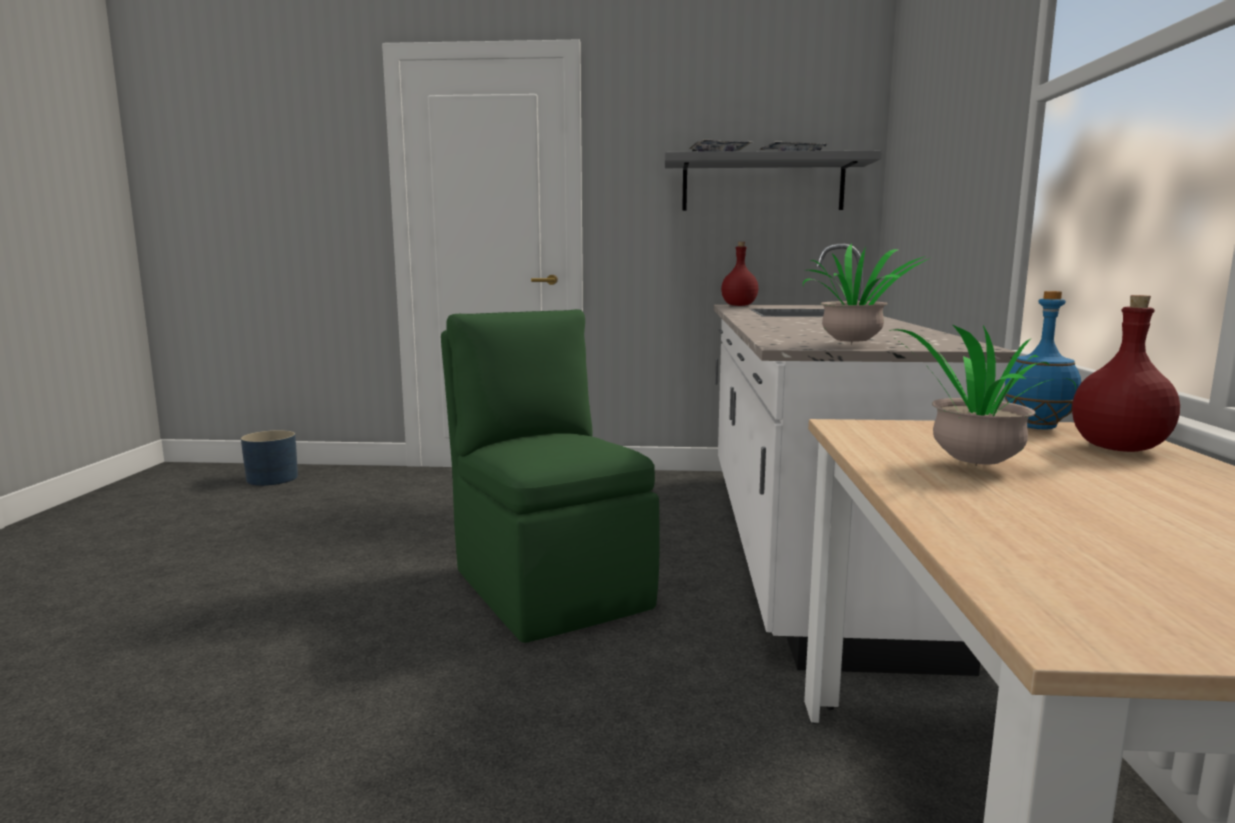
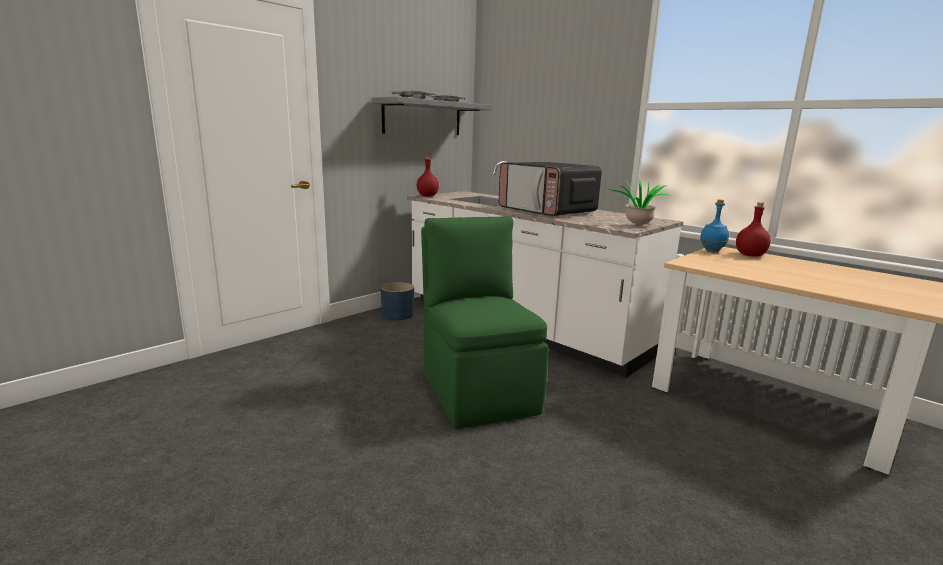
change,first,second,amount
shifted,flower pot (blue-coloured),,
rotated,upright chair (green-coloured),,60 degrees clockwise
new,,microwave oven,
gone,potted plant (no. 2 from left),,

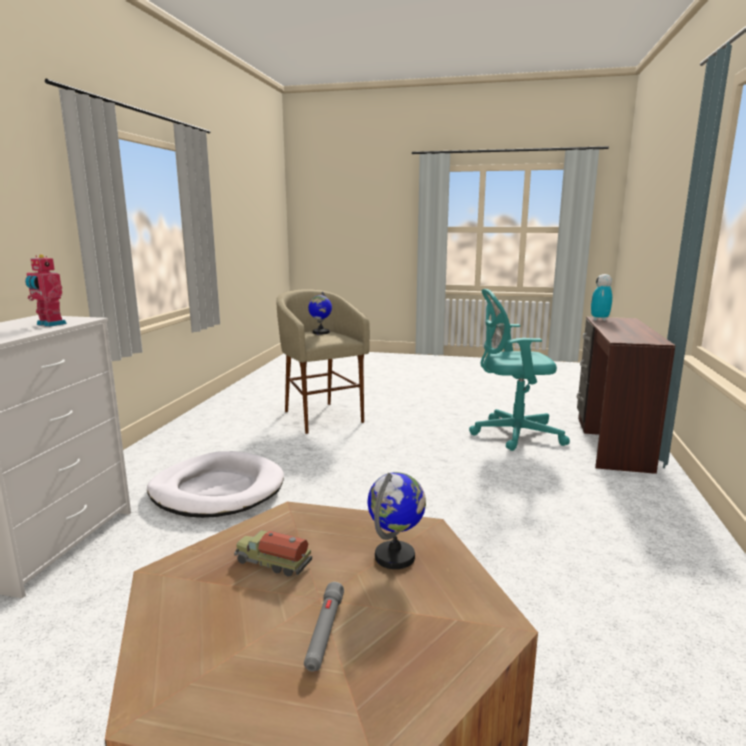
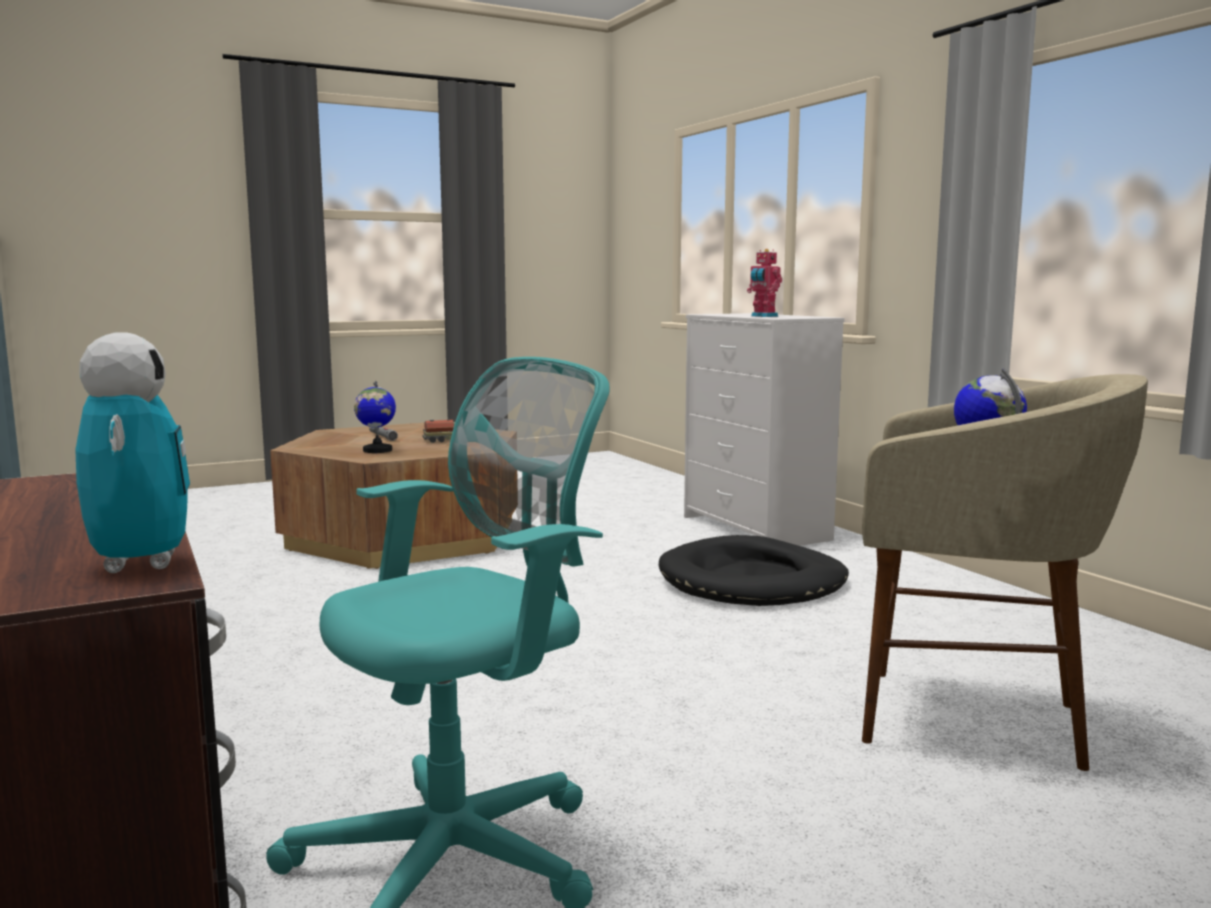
change,first,second,amount
repainted,dog cushion (white),dog cushion (blackish),
rotated,toy robot (no. 1 from left in the first image),toy robot (no. 2 from left),120 degrees counterclockwise

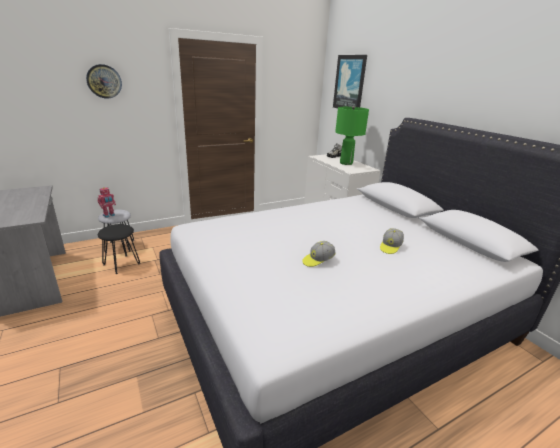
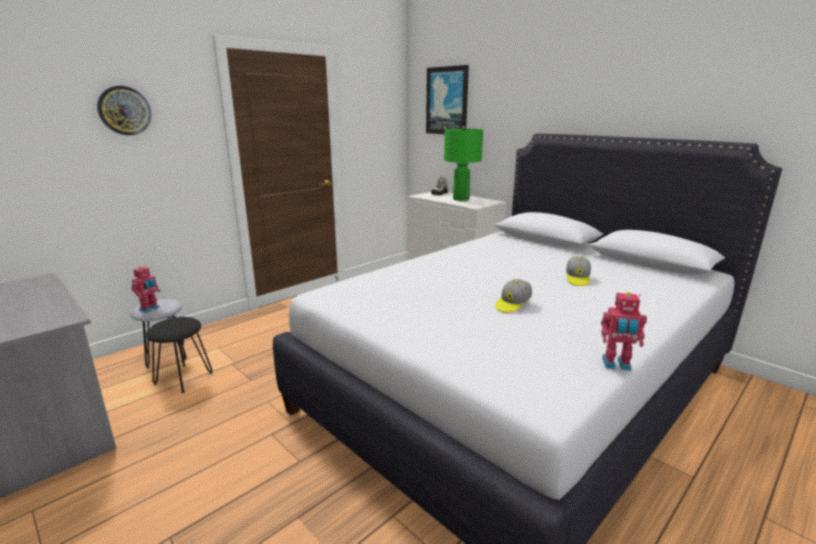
change,first,second,amount
new,,toy robot (no. 2 from left),

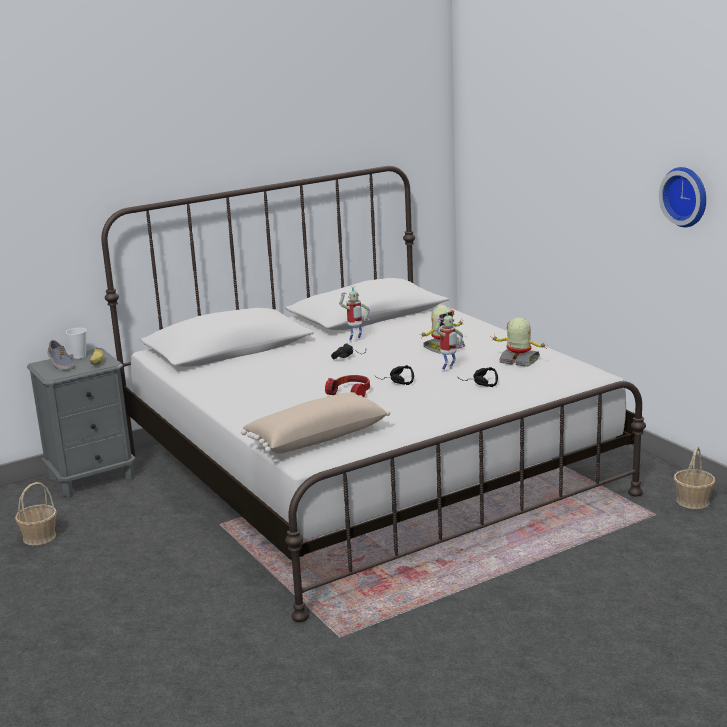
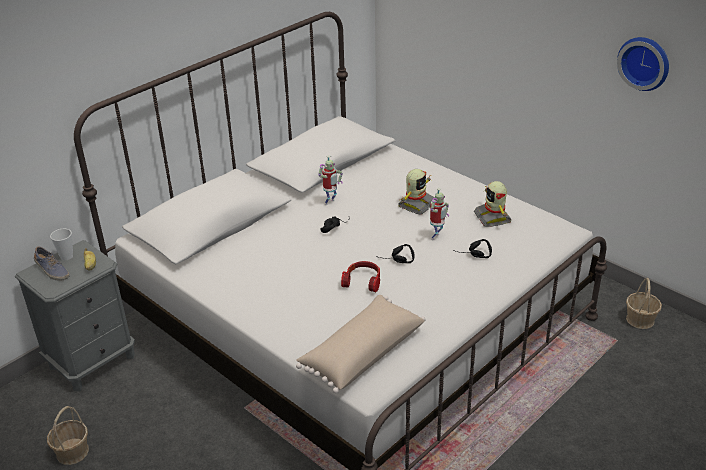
change,first,second,amount
rotated,toy robot (no. 4 from left),,120 degrees counterclockwise

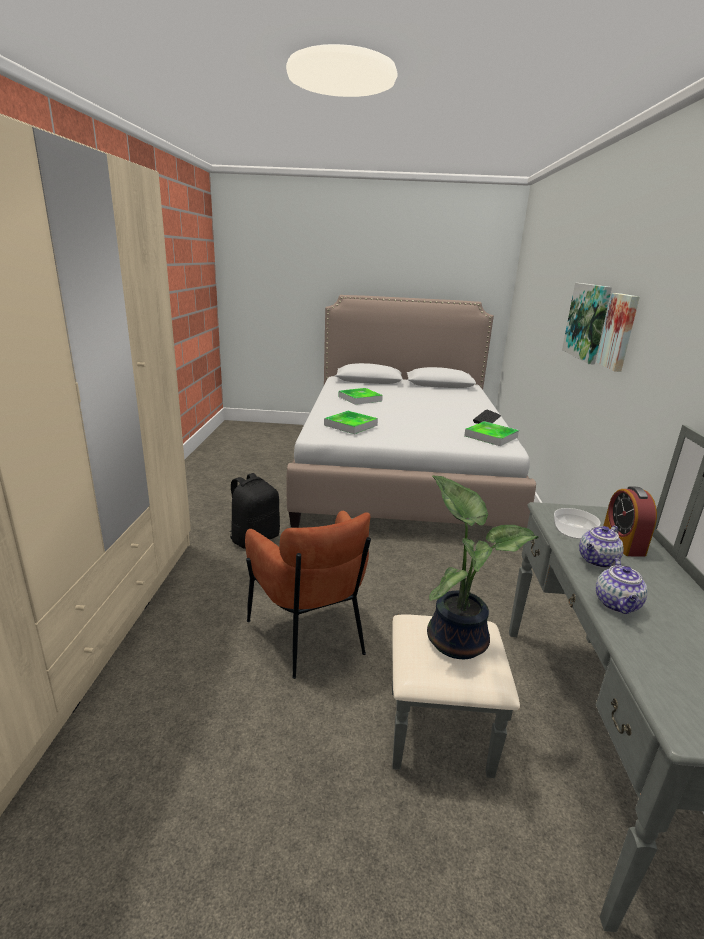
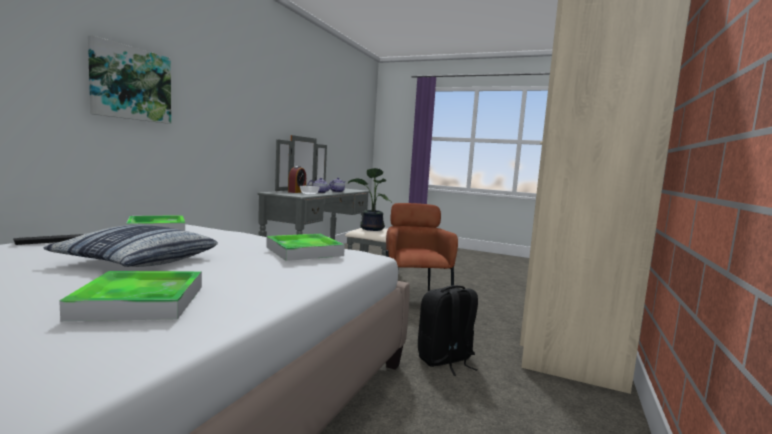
change,first,second,amount
new,,throw pillow,
gone,picture (no. 2 from left),,

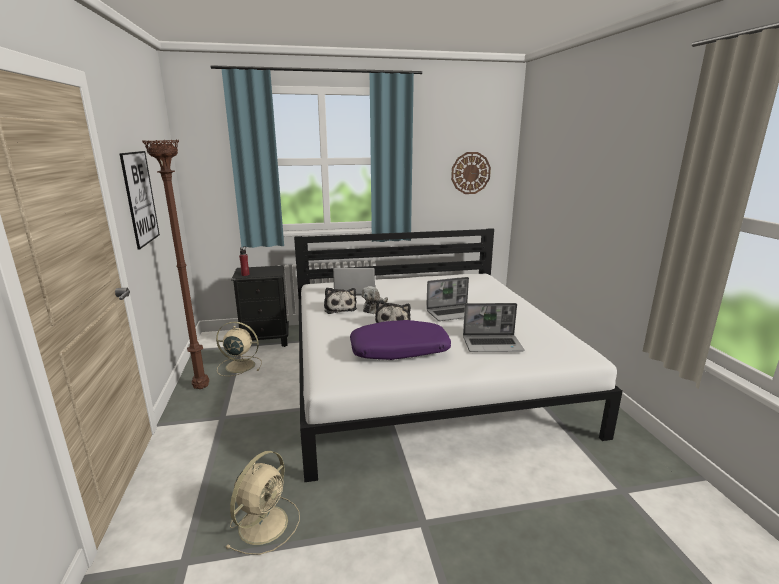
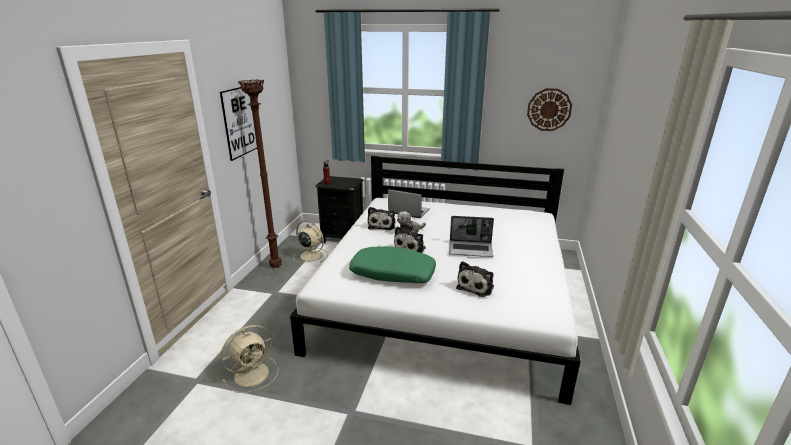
change,first,second,amount
repainted,throw pillow (purplish),throw pillow (green-coloured),
swapped,notebook computer (no. 3 from left),soft toy (no. 4 from left),

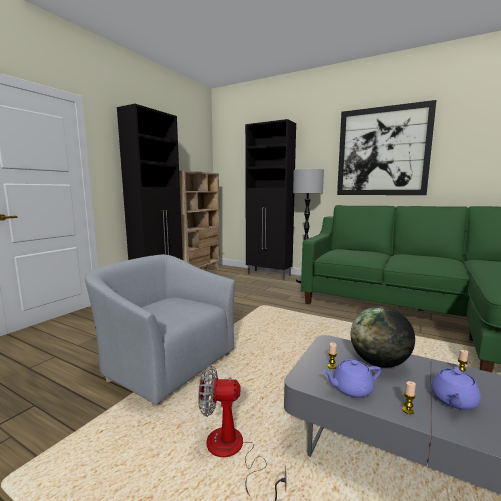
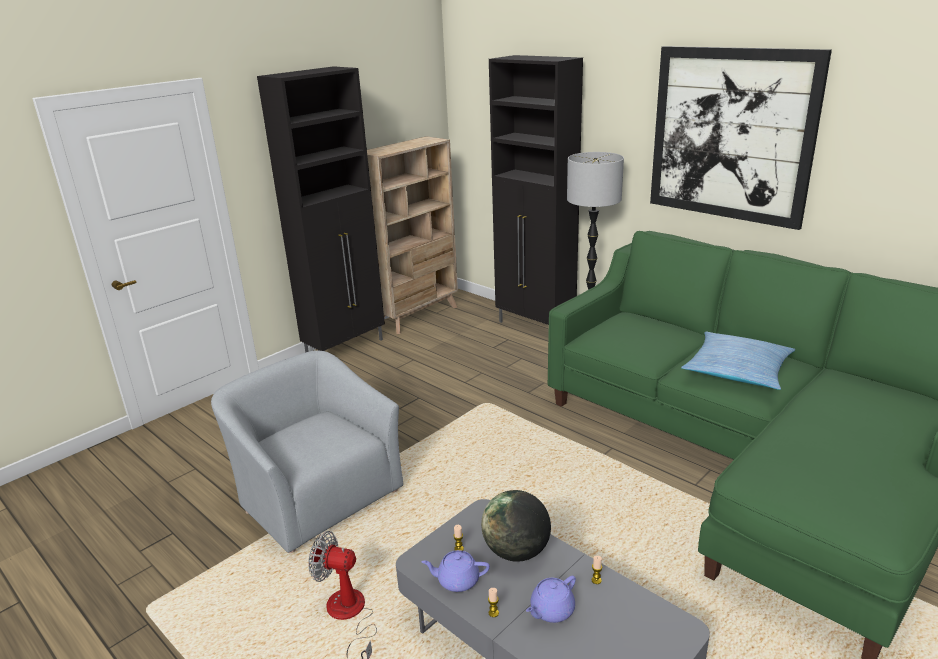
change,first,second,amount
new,,throw pillow,

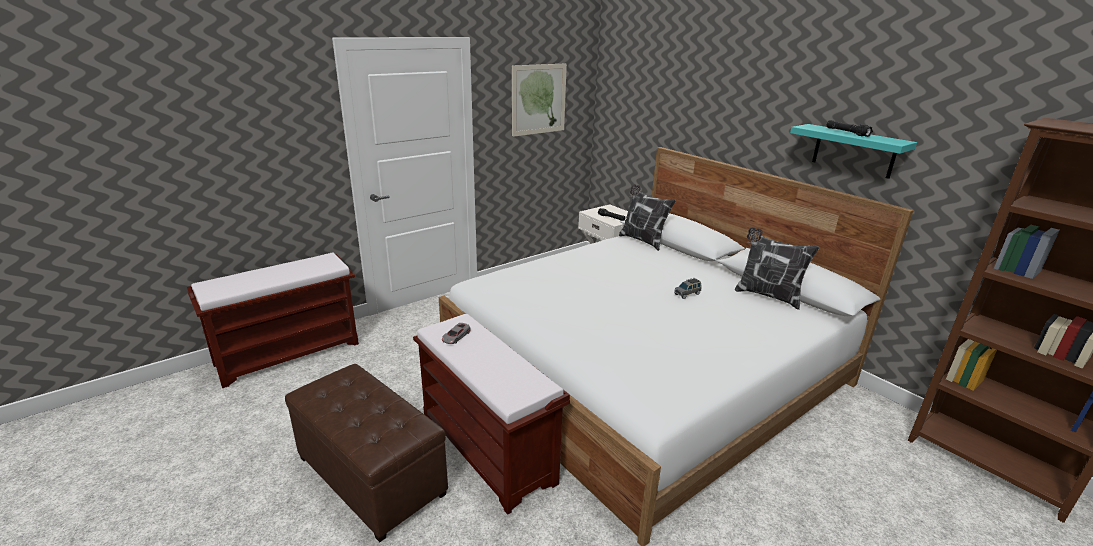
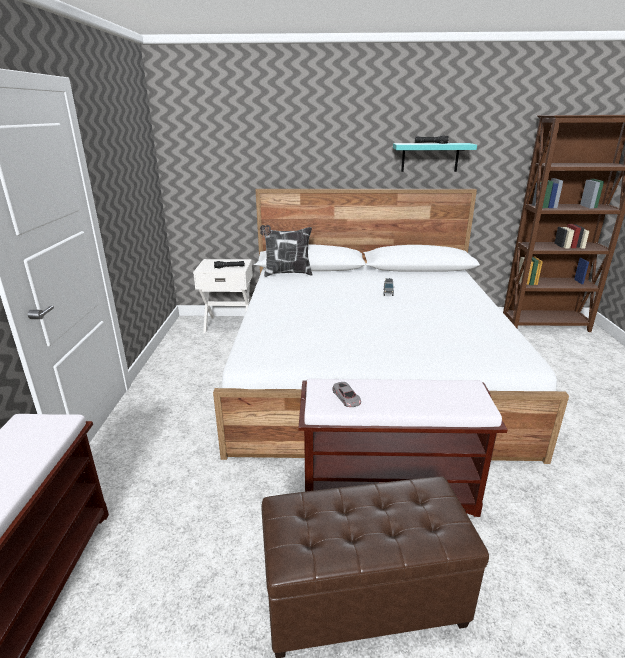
change,first,second,amount
gone,picture,,
gone,throw pillow (no. 2 from left),,

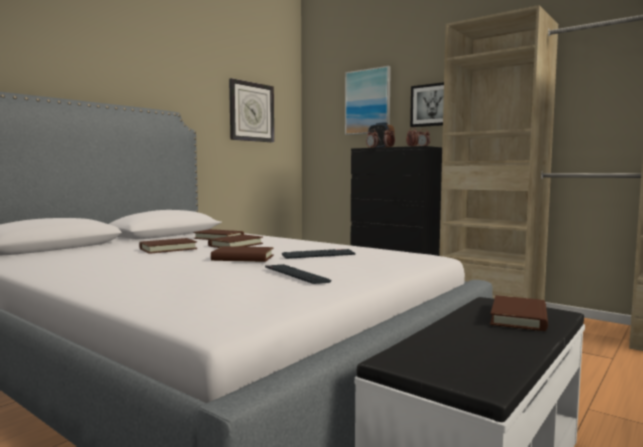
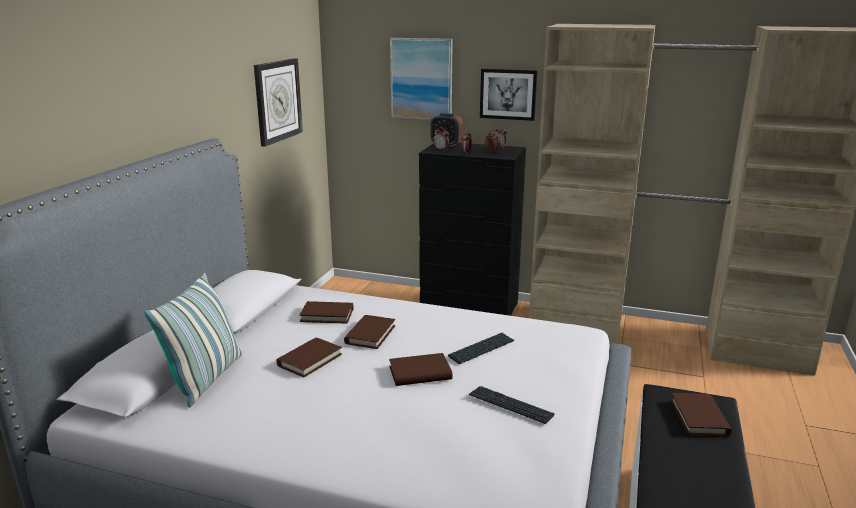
change,first,second,amount
new,,throw pillow,

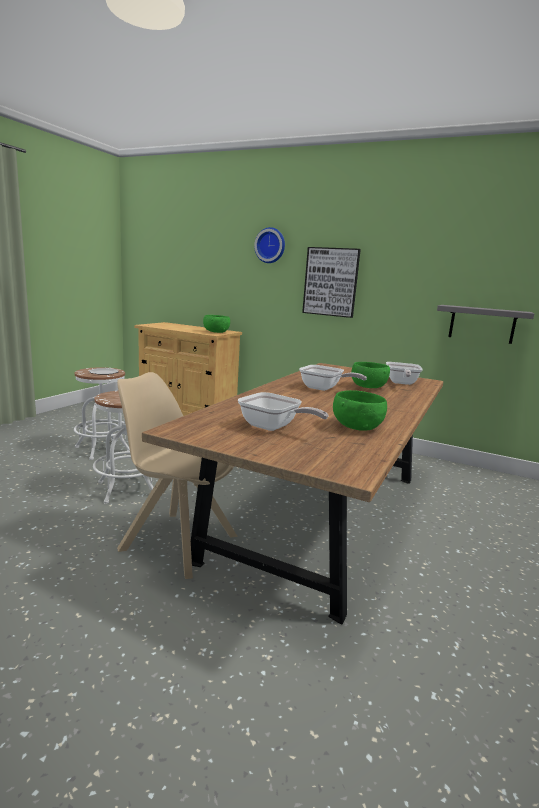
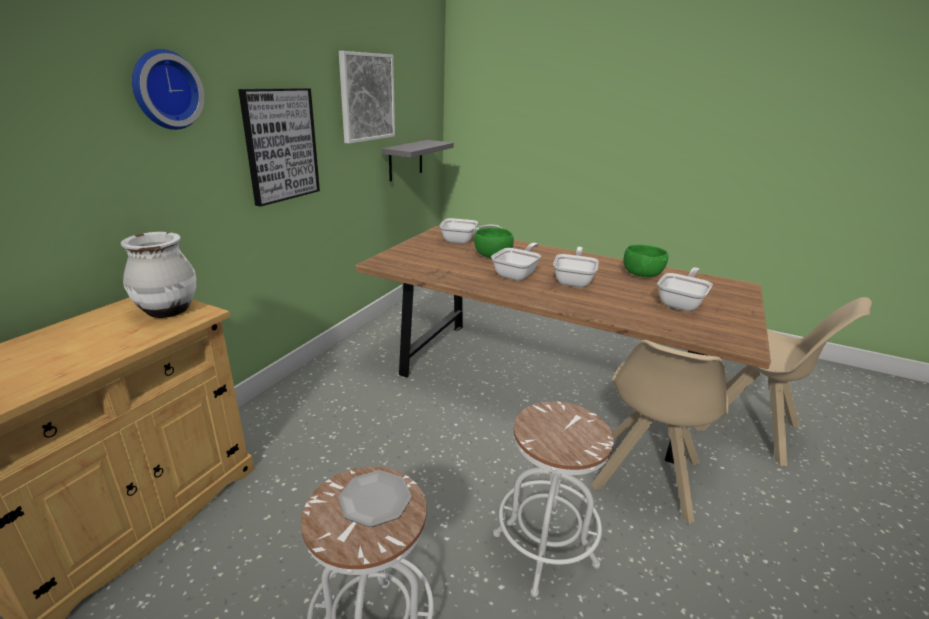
change,first,second,amount
swapped,bowl (green-coloured) (no. 1 from left),decorative vase (white),
new,,picture (no. 2 from left),
new,,pan (no. 3 from left),
new,,upright chair (sand-coloured) (no. 2 from left),

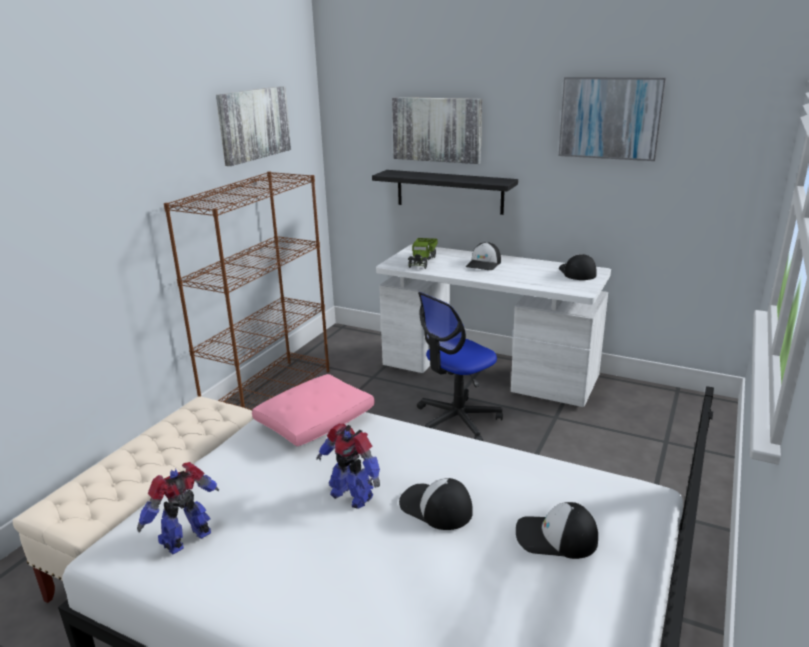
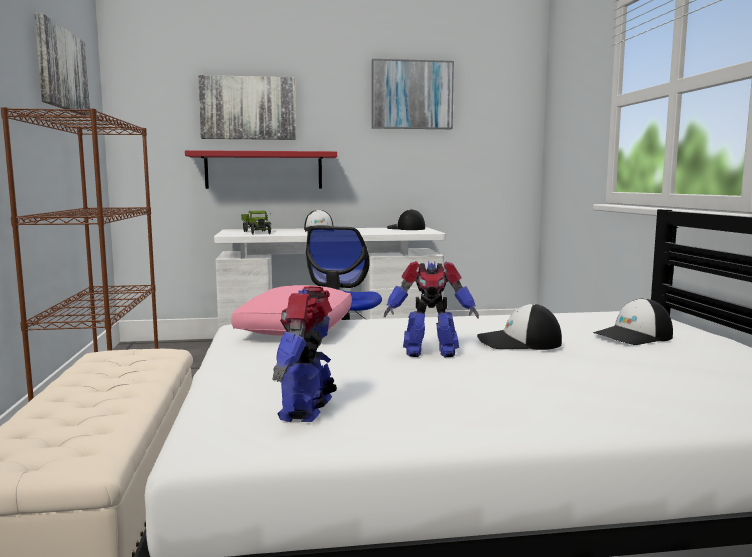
change,first,second,amount
repainted,shelf (blackish),shelf (red),

